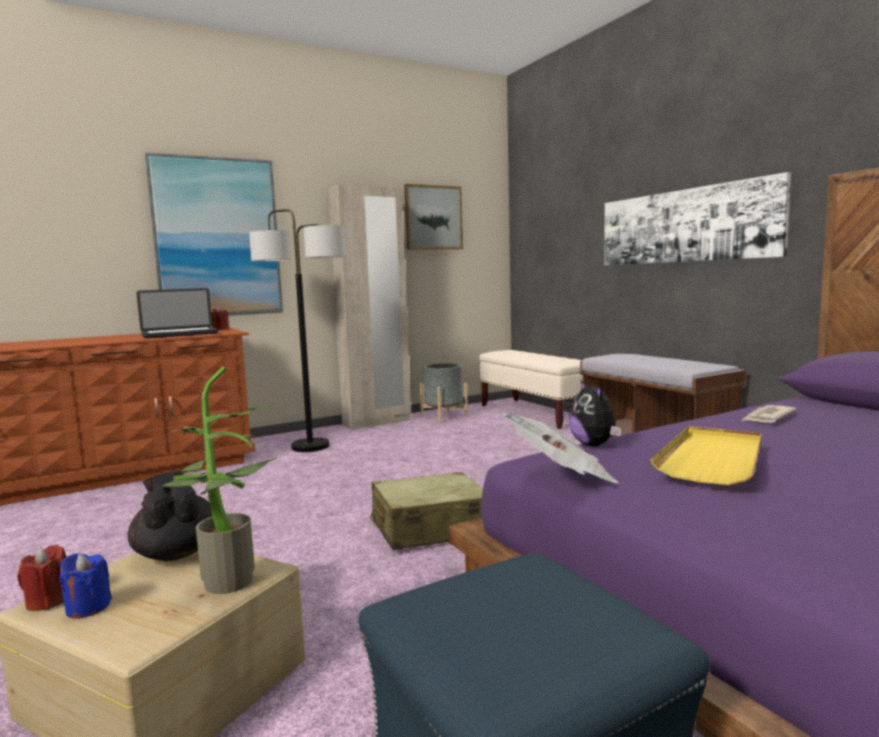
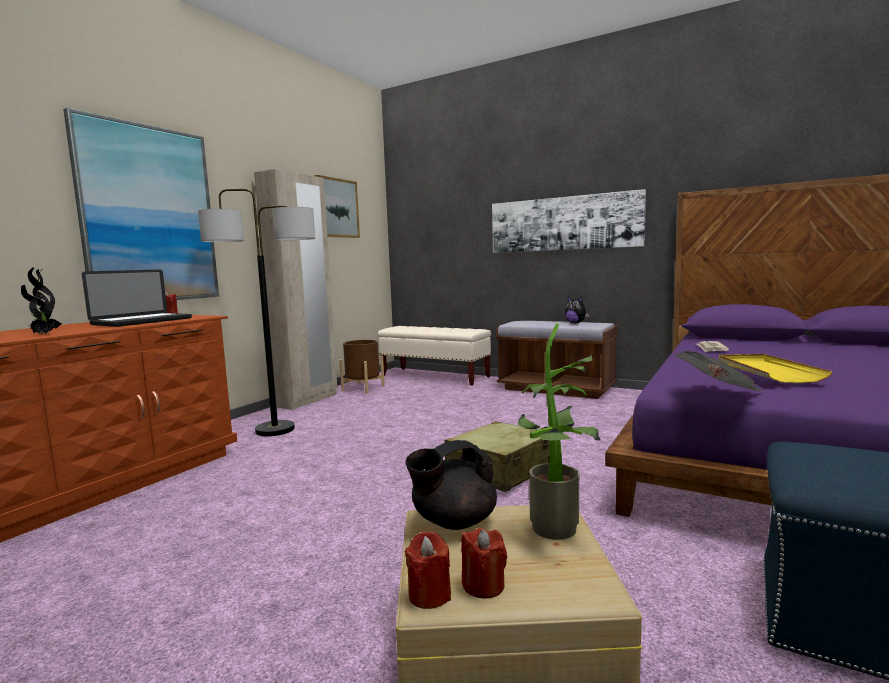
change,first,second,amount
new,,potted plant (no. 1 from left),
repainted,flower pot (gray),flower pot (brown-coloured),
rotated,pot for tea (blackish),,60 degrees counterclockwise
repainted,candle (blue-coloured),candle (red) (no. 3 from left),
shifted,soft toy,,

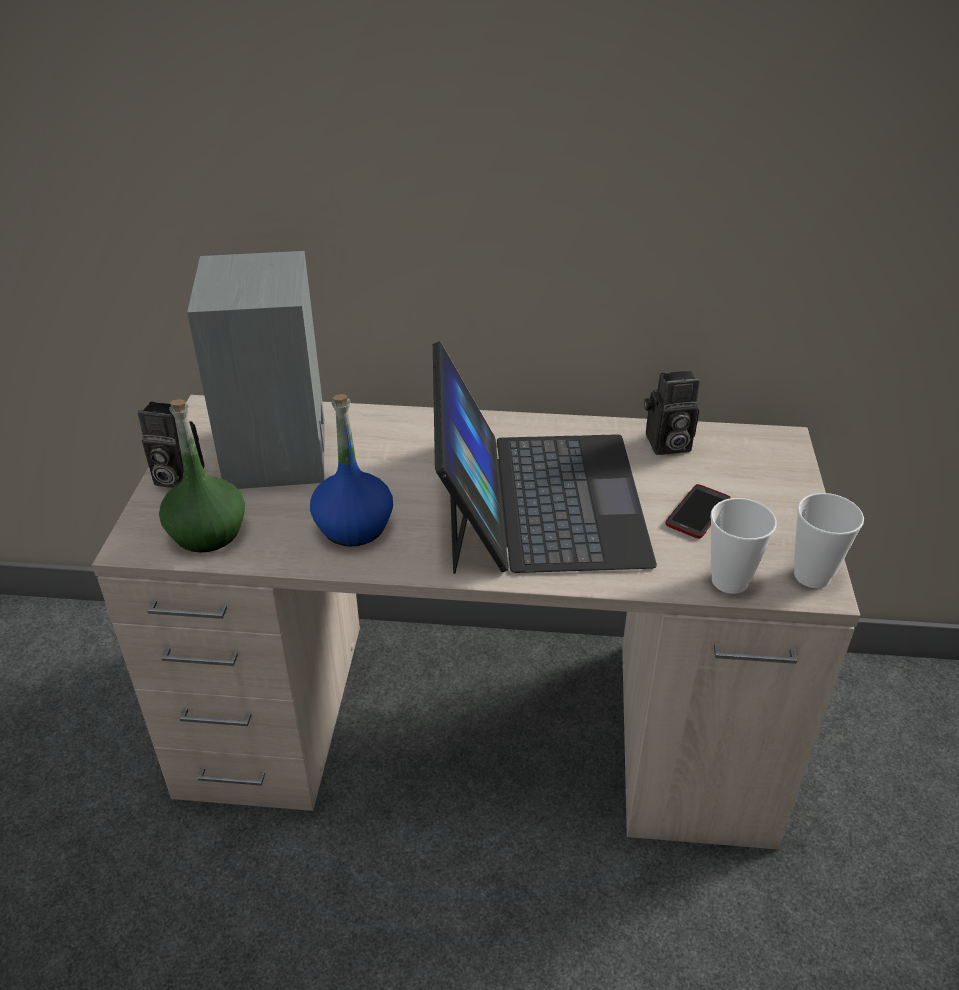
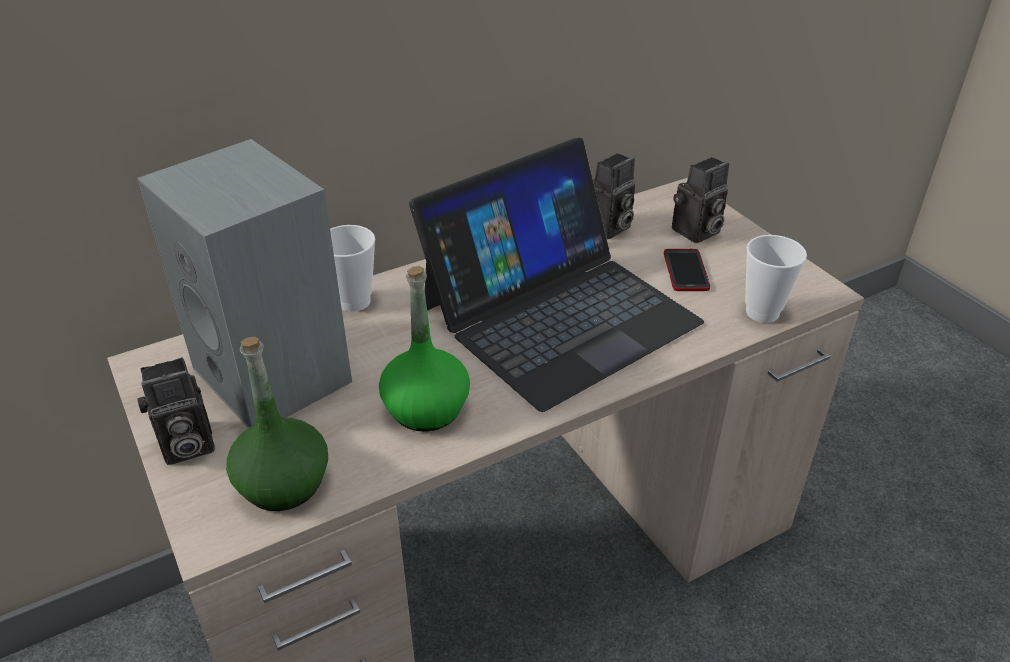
change,first,second,amount
shifted,drinking cup (no. 2 from left in the first image),drinking cup (no. 1 from left),
repainted,bottle (blue-coloured),bottle (green-coloured) (no. 2 from left),
rotated,notebook computer,,90 degrees clockwise
new,,still camera (no. 3 from left),

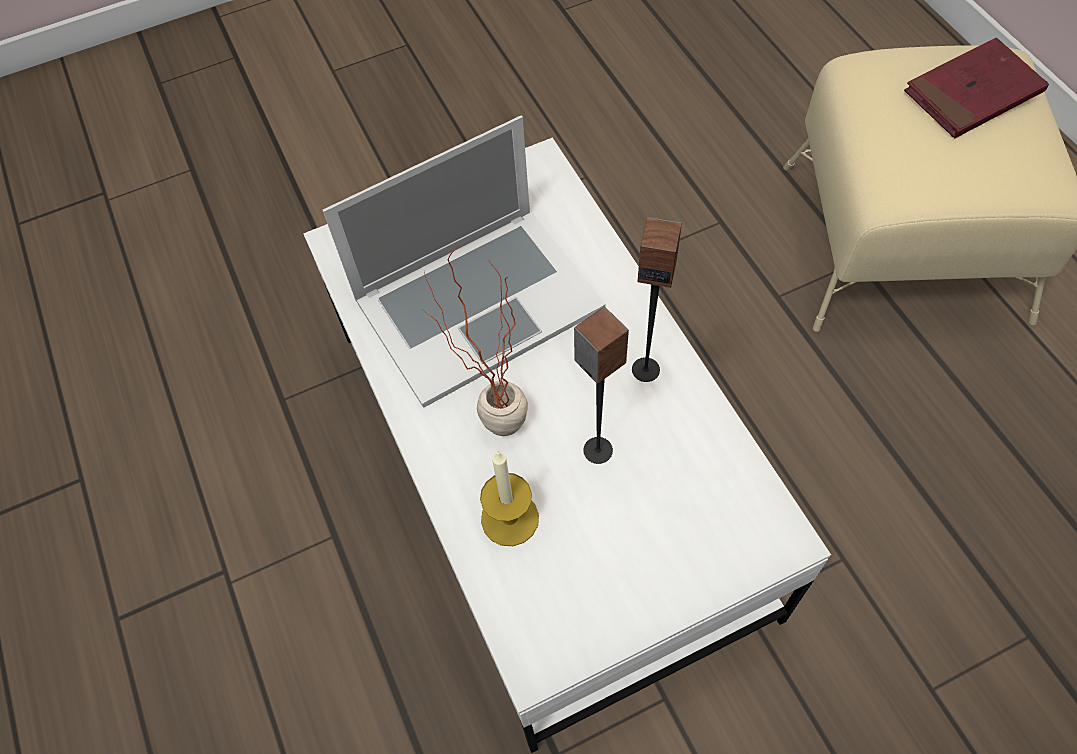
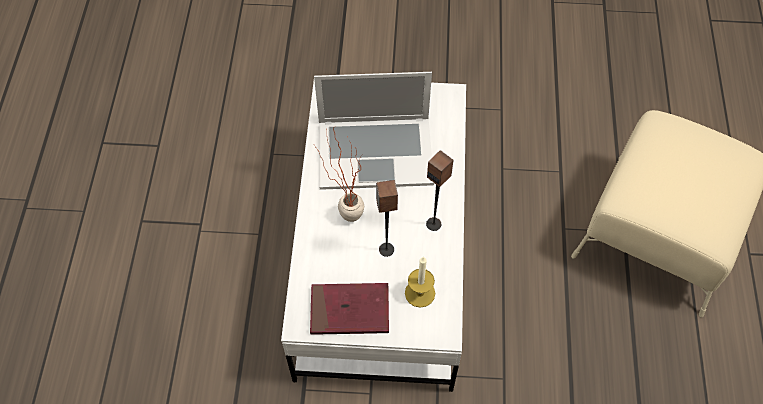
change,first,second,amount
shifted,volume (red),,
shifted,candle,,

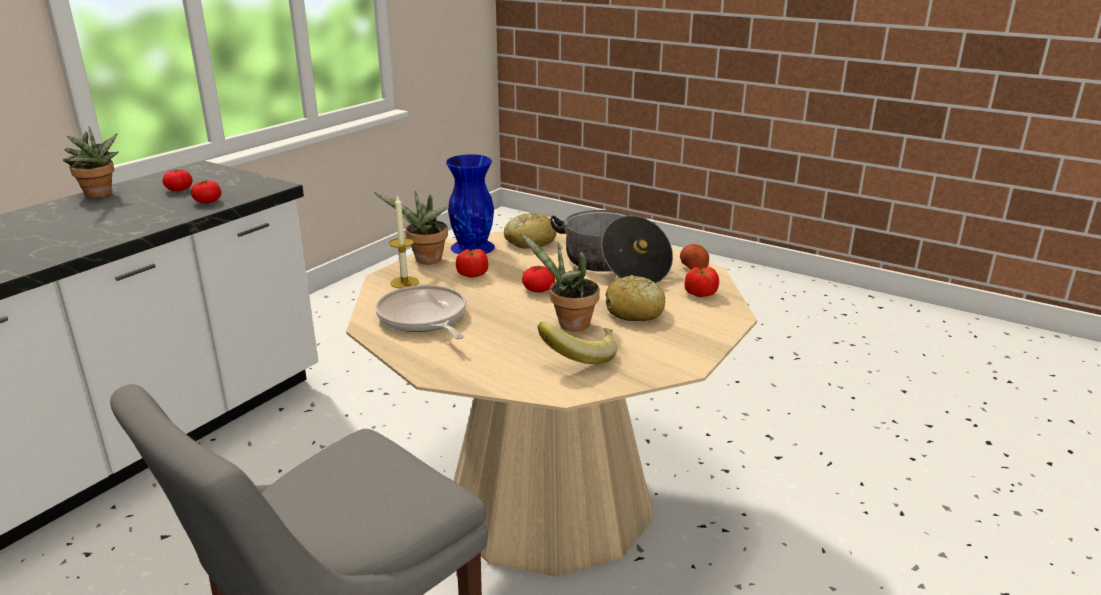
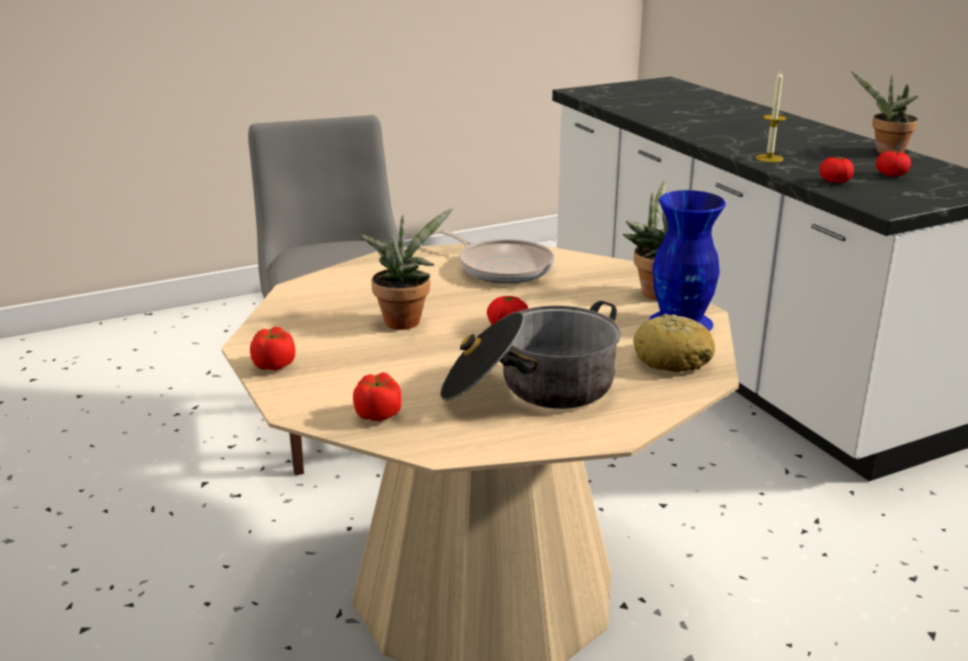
change,first,second,amount
shifted,tomato (no. 3 from left in the first image),tomato (no. 1 from left),
rotated,pan,,45 degrees clockwise
shifted,candle,,
gone,banana,,
gone,bread (no. 2 from left),,
gone,potato,,

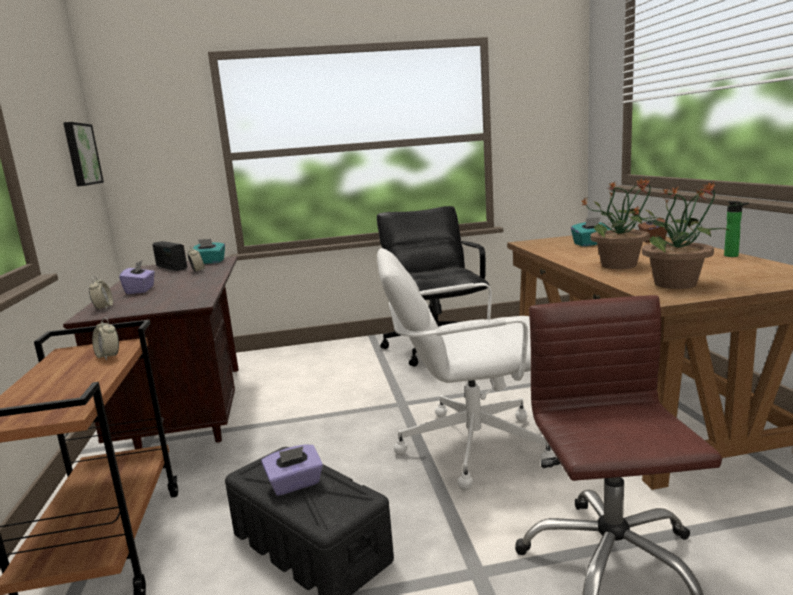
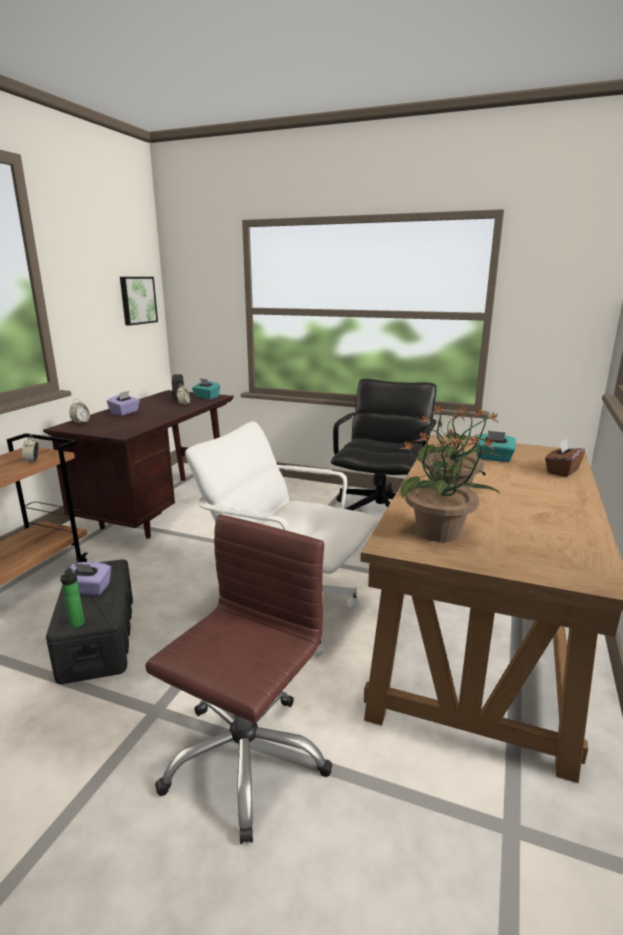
change,first,second,amount
shifted,bottle,,

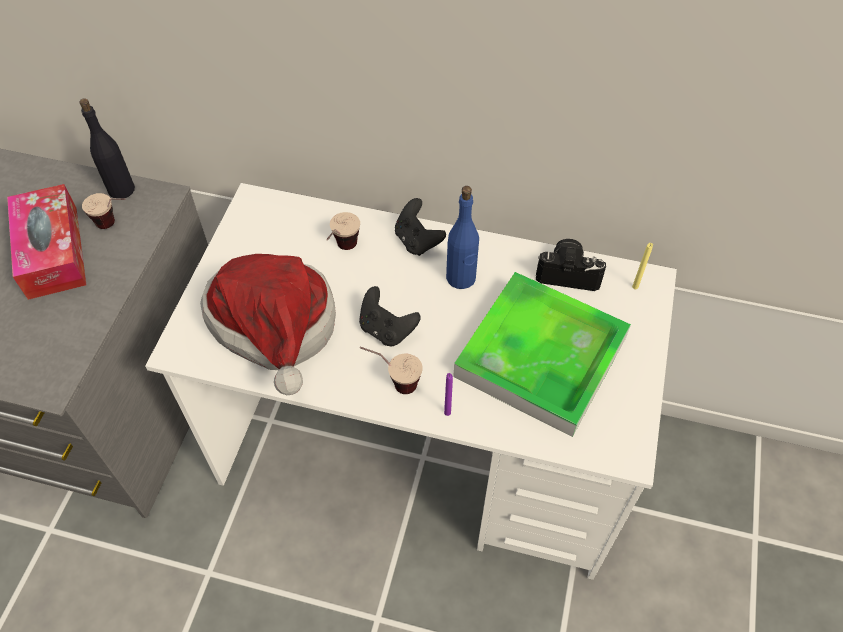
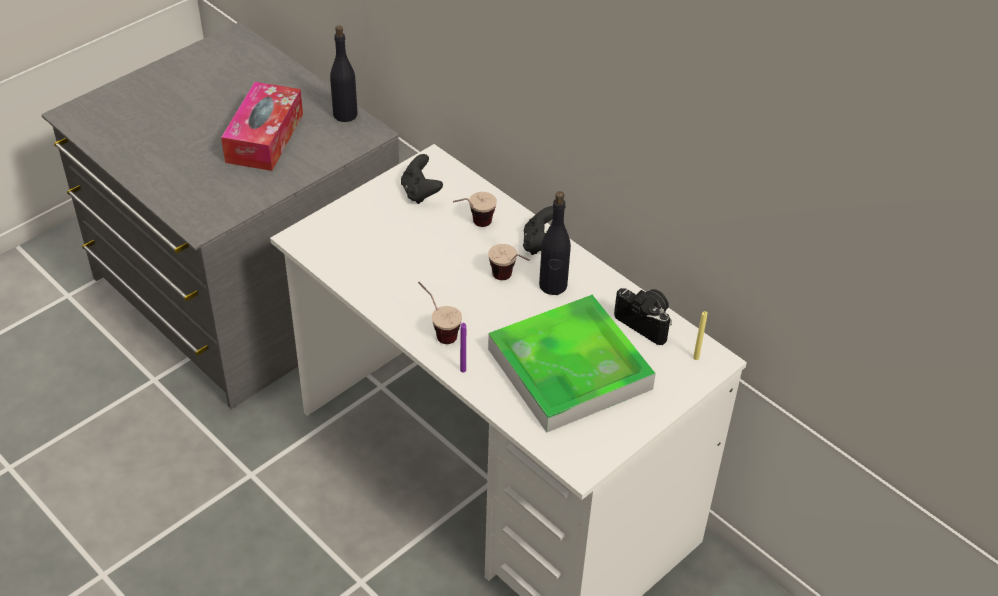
change,first,second,amount
shifted,game controller (blackish) (no. 1 from left),,
shifted,drinking cup (no. 1 from left in the first image),drinking cup (no. 3 from left),
repainted,bottle (blue-coloured),bottle (blackish) (no. 2 from left),
gone,wearable hat,,

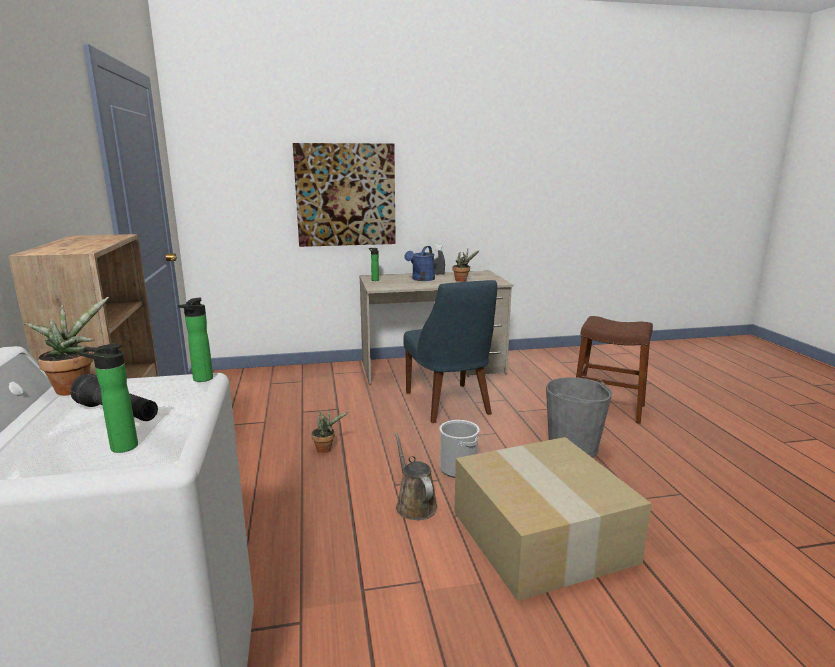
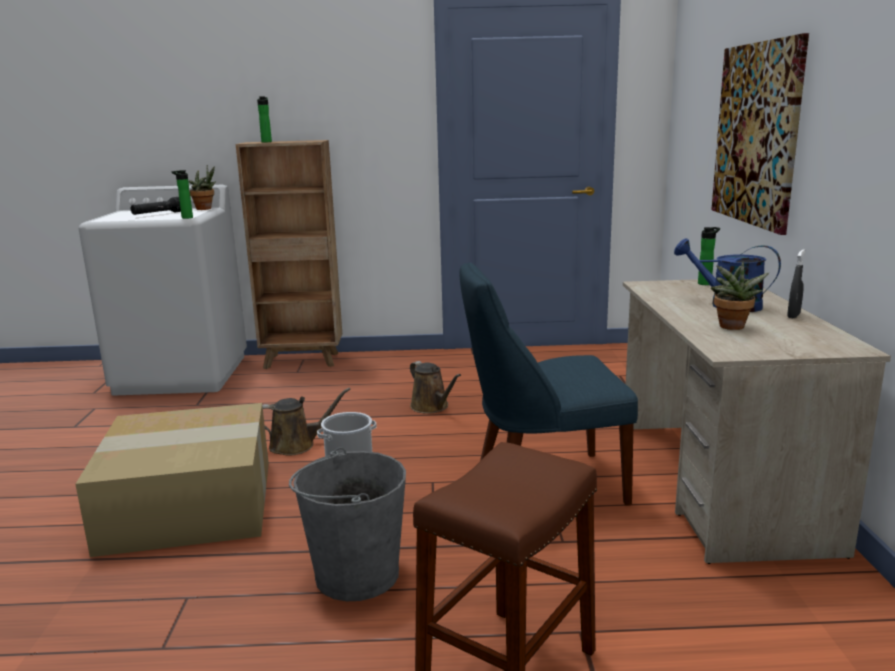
change,first,second,amount
shifted,bottle (no. 1 from left in the first image),bottle (no. 2 from left),
swapped,potted plant (no. 2 from left),sprinkling can (brown-coloured) (no. 2 from left),

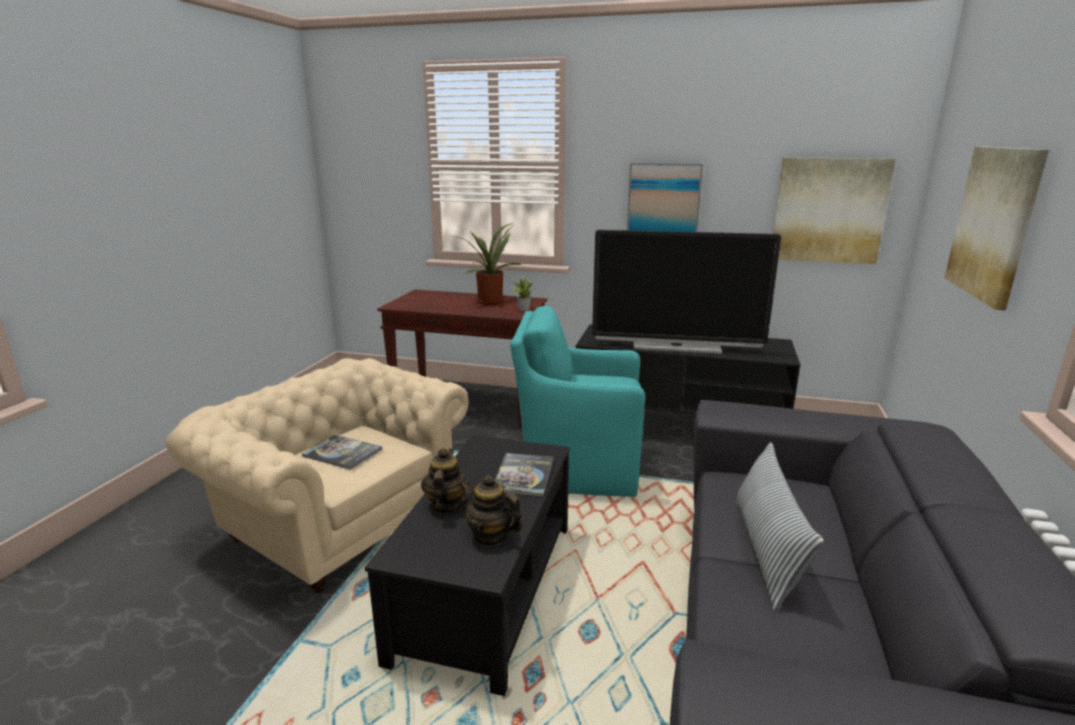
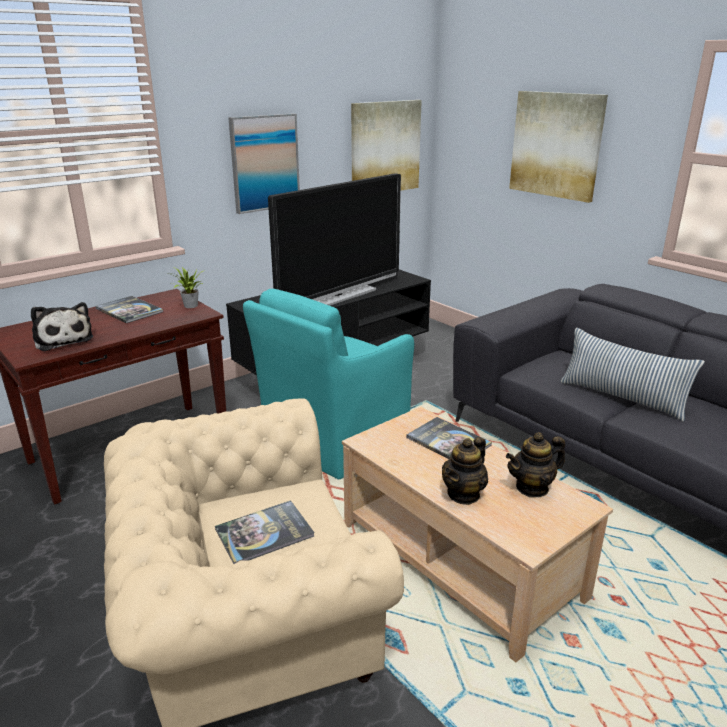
change,first,second,amount
new,,soft toy,
swapped,potted plant (no. 1 from left),volume (no. 1 from left),
repainted,low table (blackish),low table (sand-coloured),
rotated,pot for tea (no. 1 from left),,90 degrees counterclockwise

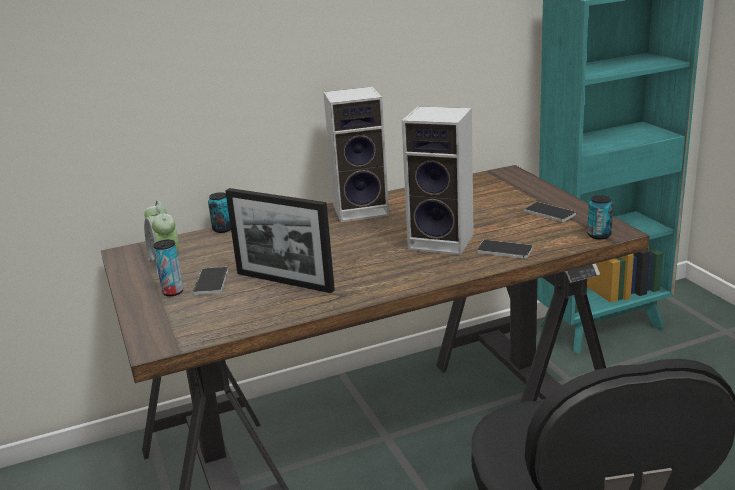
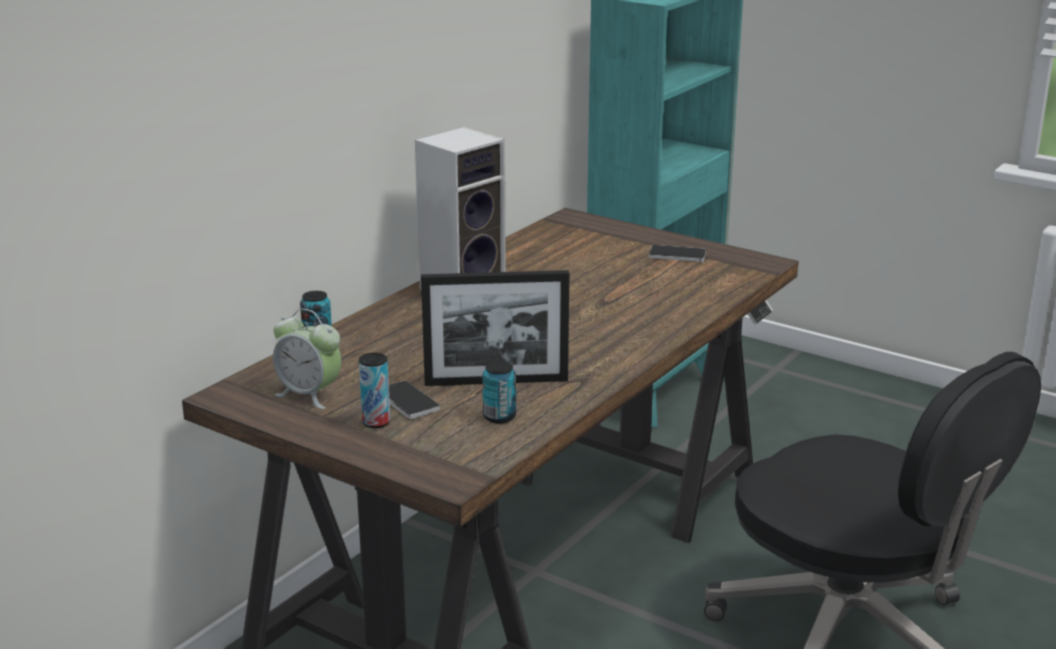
change,first,second,amount
shifted,can (no. 3 from left),,
gone,audio speaker (no. 2 from left),,
gone,telephone (no. 2 from left),,

